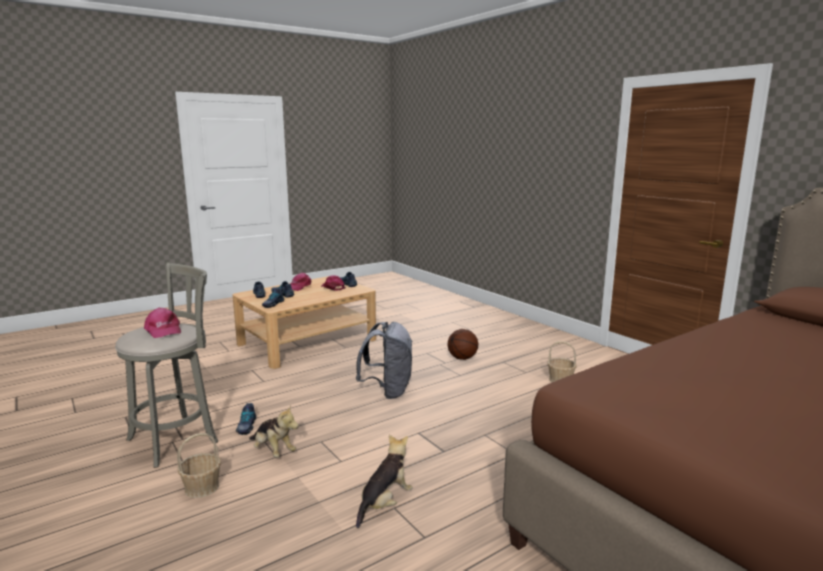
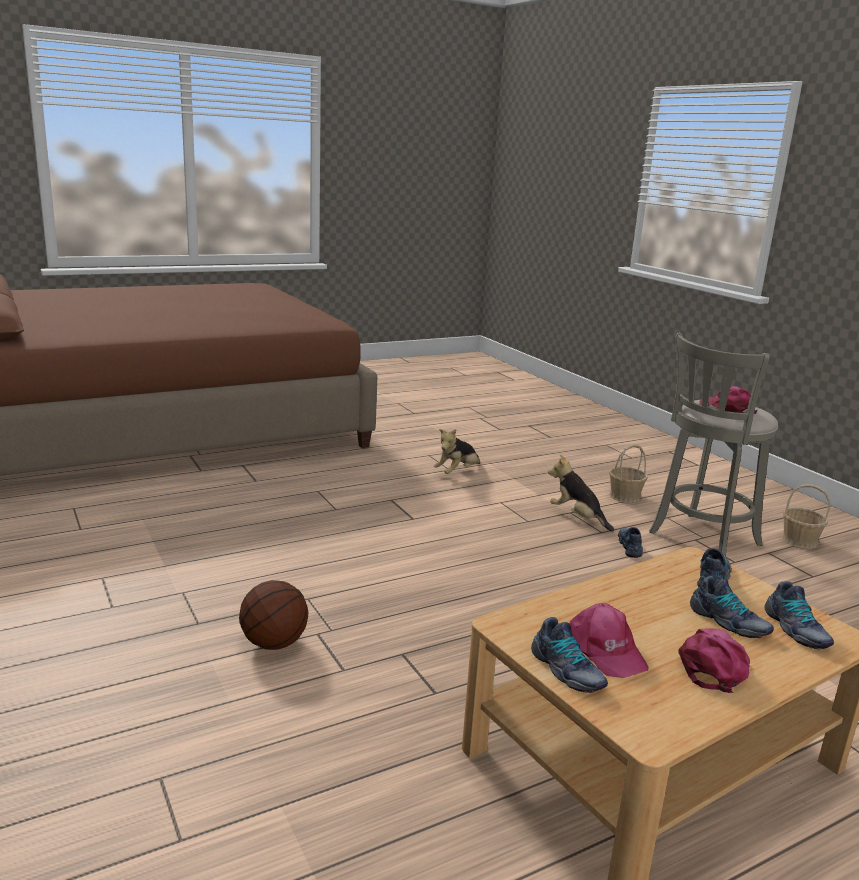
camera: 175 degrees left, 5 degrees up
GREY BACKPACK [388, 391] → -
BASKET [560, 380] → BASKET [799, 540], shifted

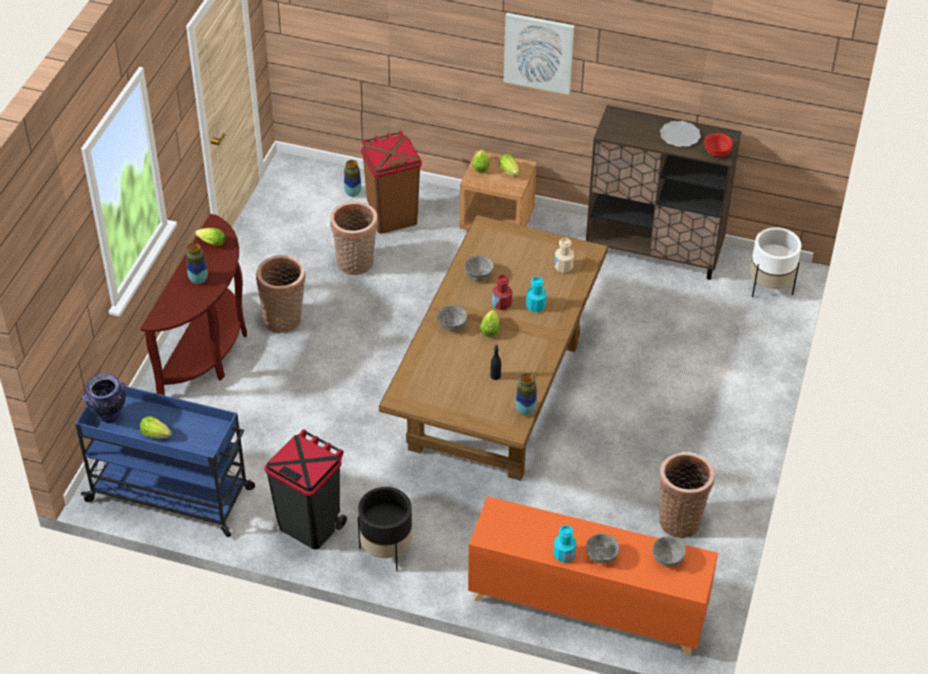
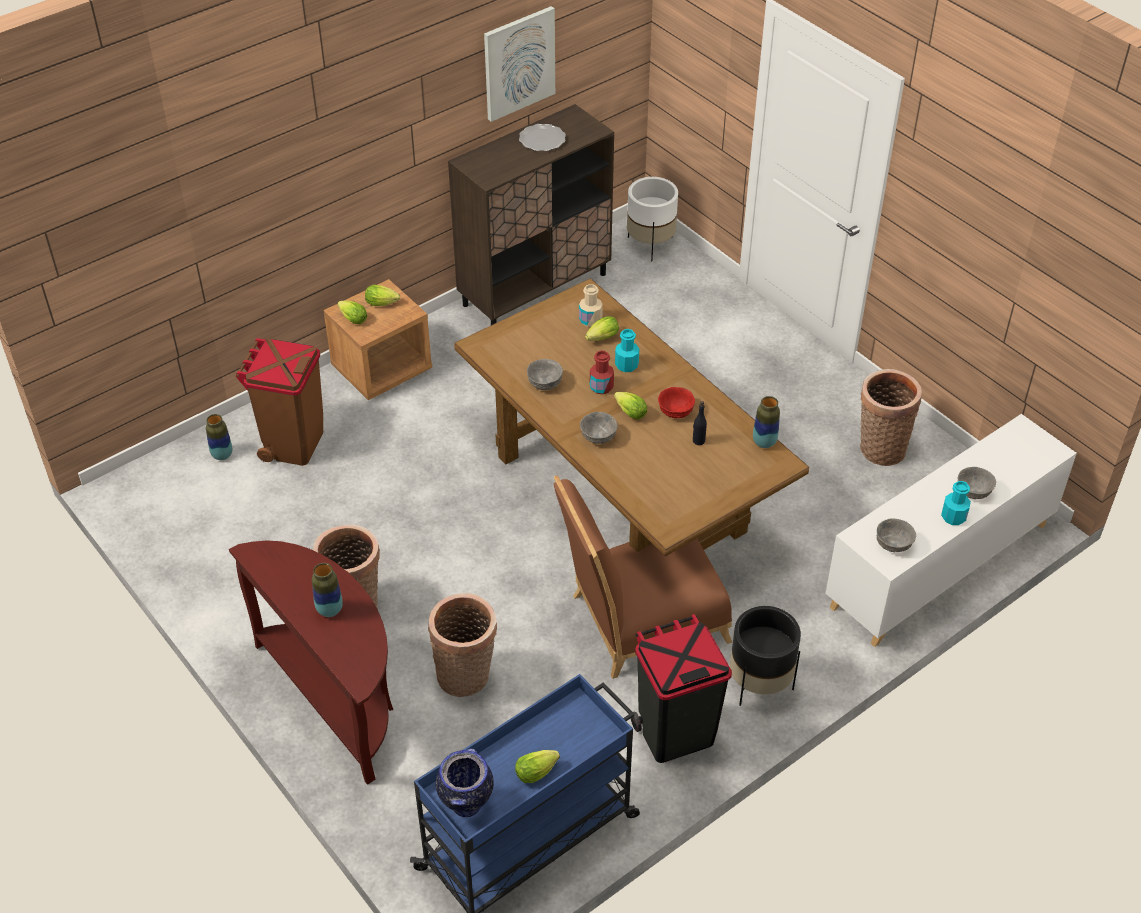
camera: 55 degrees left, 0 degrees up
LETTUCE [210, 242] → LETTUCE [601, 339], shifted
BASKET [356, 264] → BASKET [466, 676], shifted
ORANGE CABINET [586, 606] → WHITE CABINET [939, 566]
PICTURE [538, 52] → PICTURE [519, 63], shifted
GREY BOWL [667, 559] → GREY BOWL [892, 545], shifted
RED BOWL [717, 152] → RED BOWL [675, 411], shifted
- → BROWN CHAIR [640, 621]

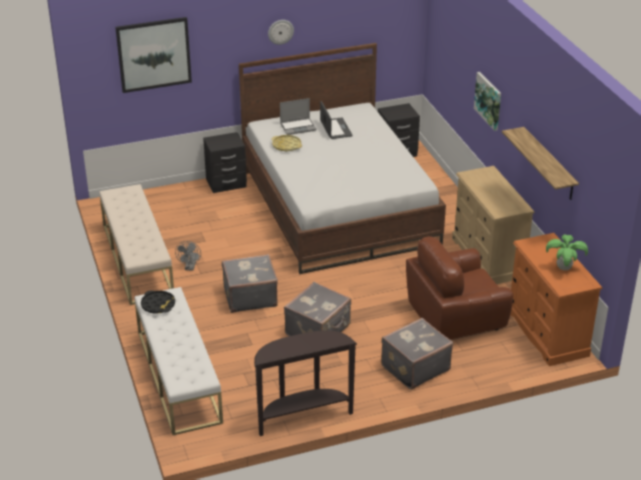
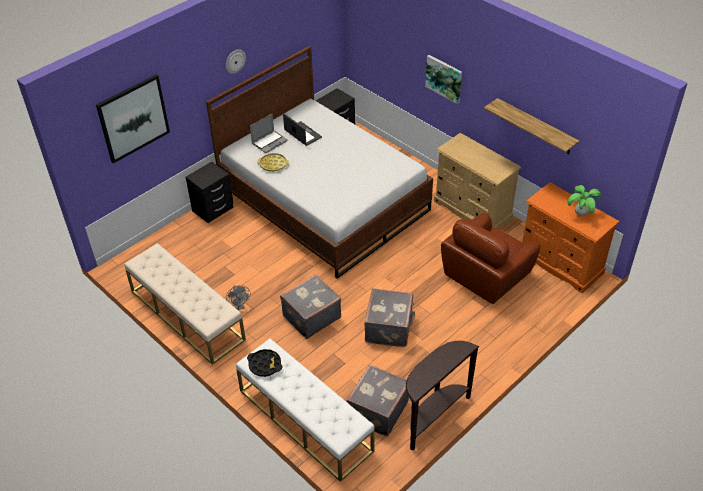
camera: 25 degrees left, 10 degrees up
GREY SUITCASE [414, 367] → GREY SUITCASE [377, 410], shifted

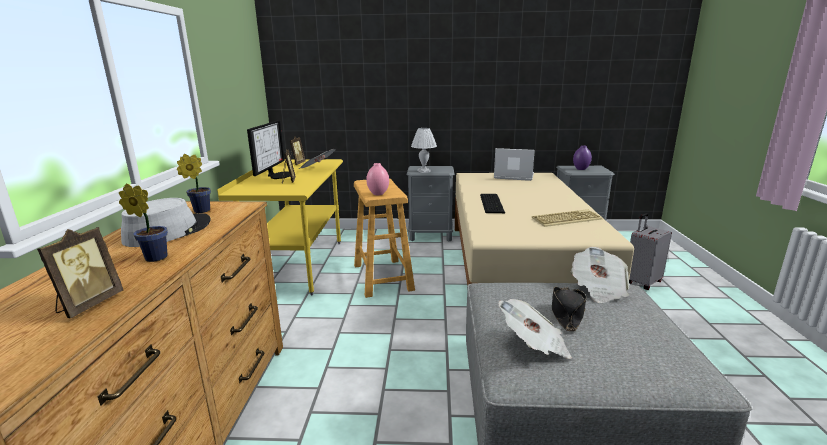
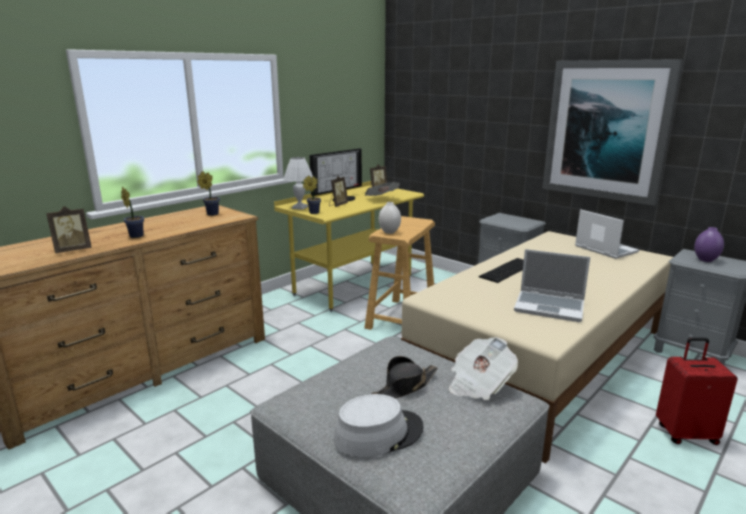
camera: 40 degrees right, 0 degrees up
GREY HAT [168, 231] → GREY HAT [378, 433], shifted
PINK VASE [378, 194] → WHITE VASE [389, 232]
WHITE TABLE LAMP [423, 171] → WHITE TABLE LAMP [299, 207], shifted
NEWSPAPER [534, 345] → -
KEYBOARD [566, 218] → LAPTOP [550, 307]
GREY SUITCASE [641, 282] → RED SUITCASE [685, 433]
- → POTTED PLANT [313, 212]
- → PICTURE [607, 130]

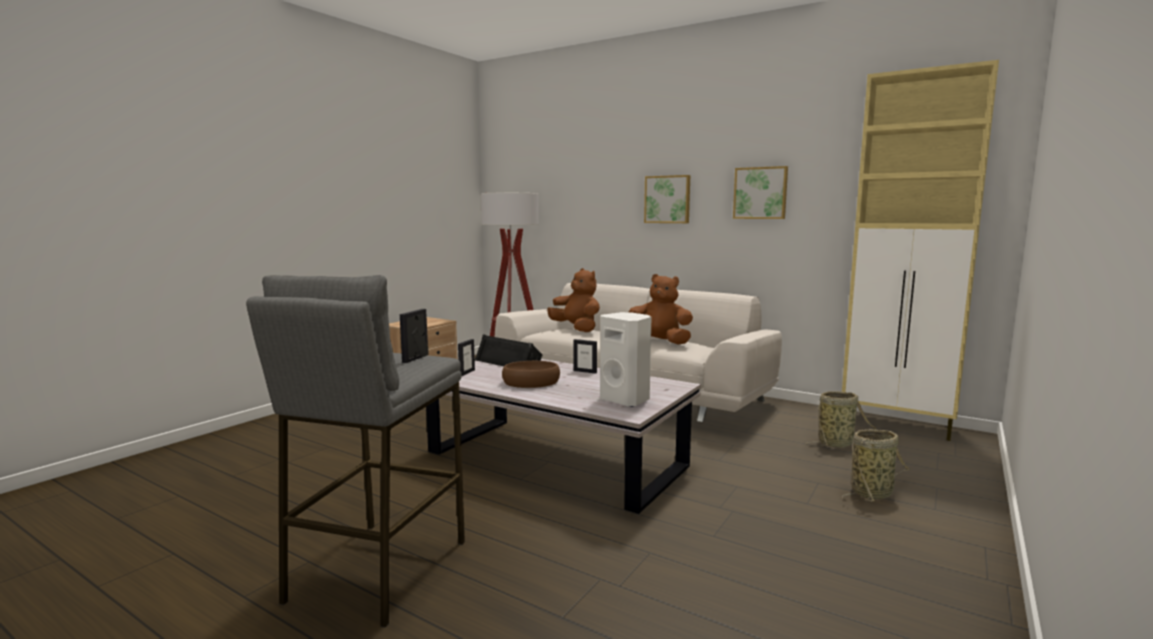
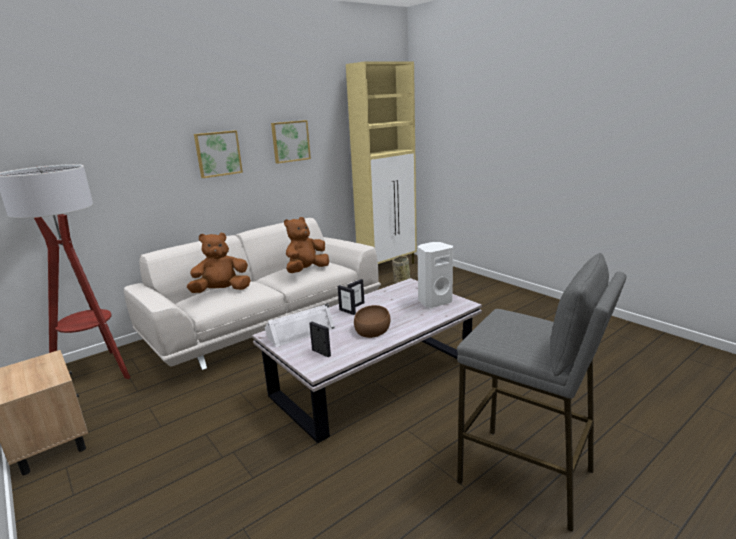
camera: 70 degrees left, 10 degrees up
PICTURE FRAME [415, 358] → PICTURE FRAME [347, 312], shifted
BLACK SPEAKER [508, 362] → WHITE SPEAKER [300, 332]
BASKET [873, 493] → -

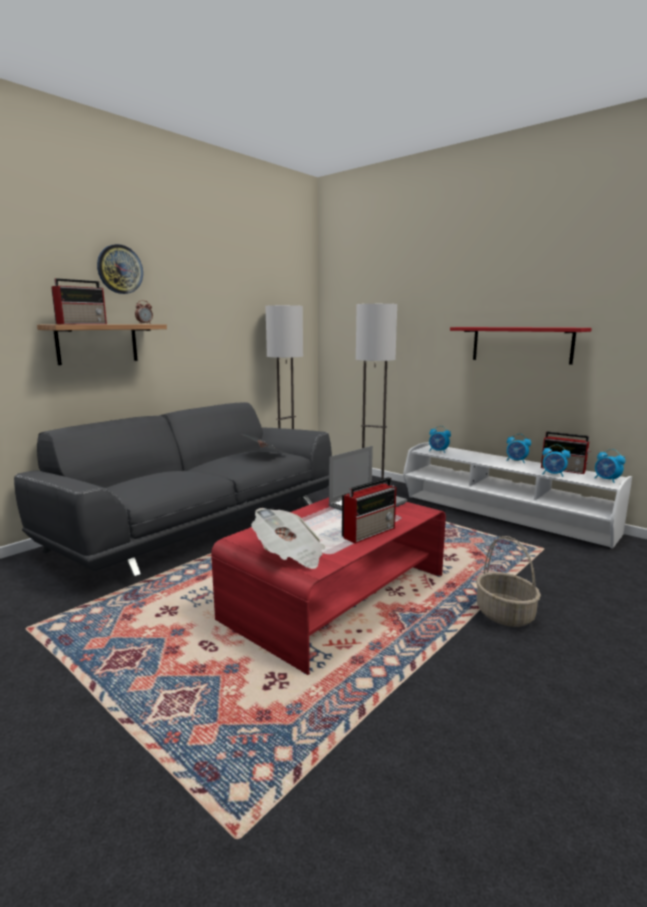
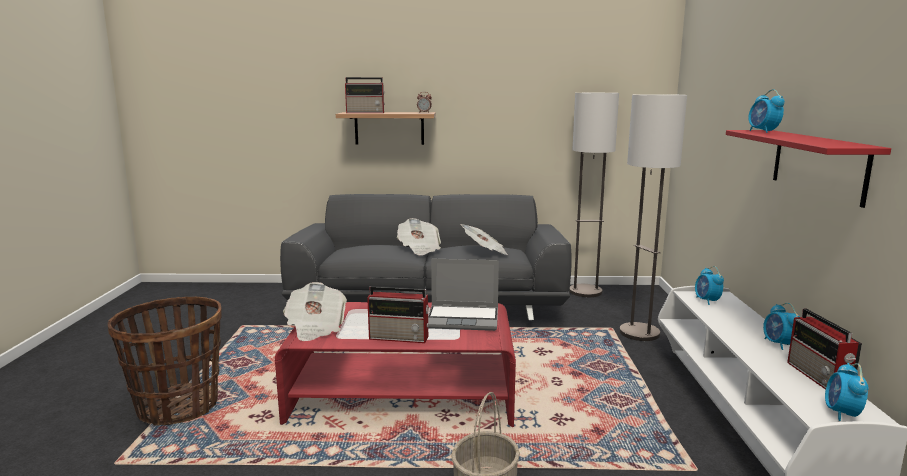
camera: 50 degrees right, 0 degrees up
WALL CLOCK [119, 269] → -
ALARM CLOCK [553, 474] → ALARM CLOCK [763, 131], shifted
- → BASKET [177, 406]
- → NEWSPAPER [419, 249]

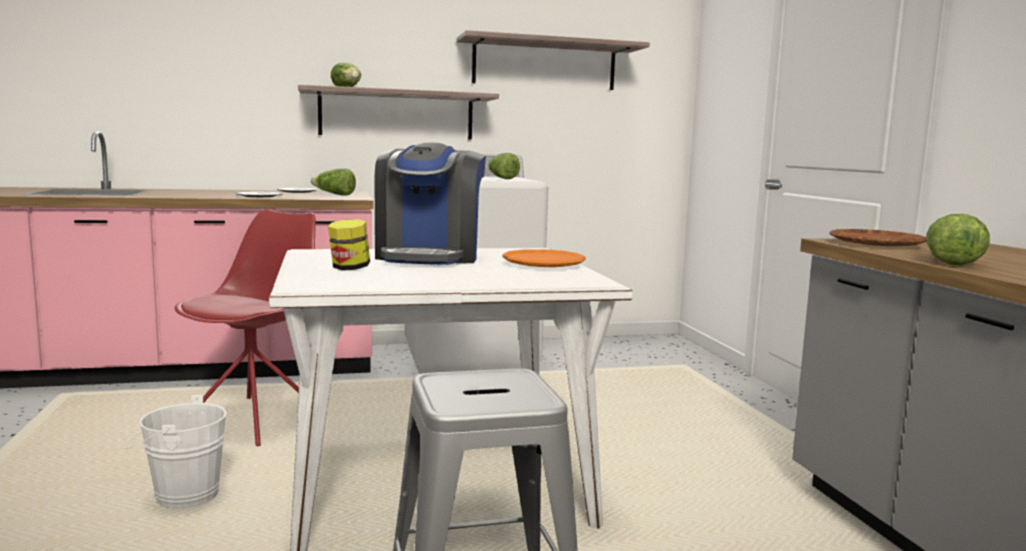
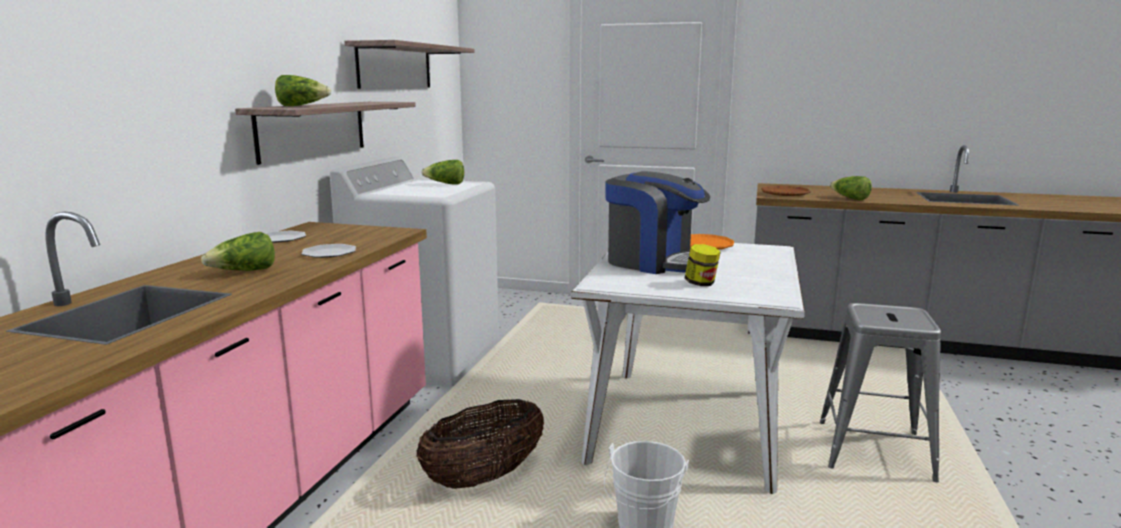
camera: 60 degrees left, 5 degrees up
RED CHAIR [255, 420] → BASKET [484, 477]
LETTUCE [334, 195] → LETTUCE [244, 272], shifted

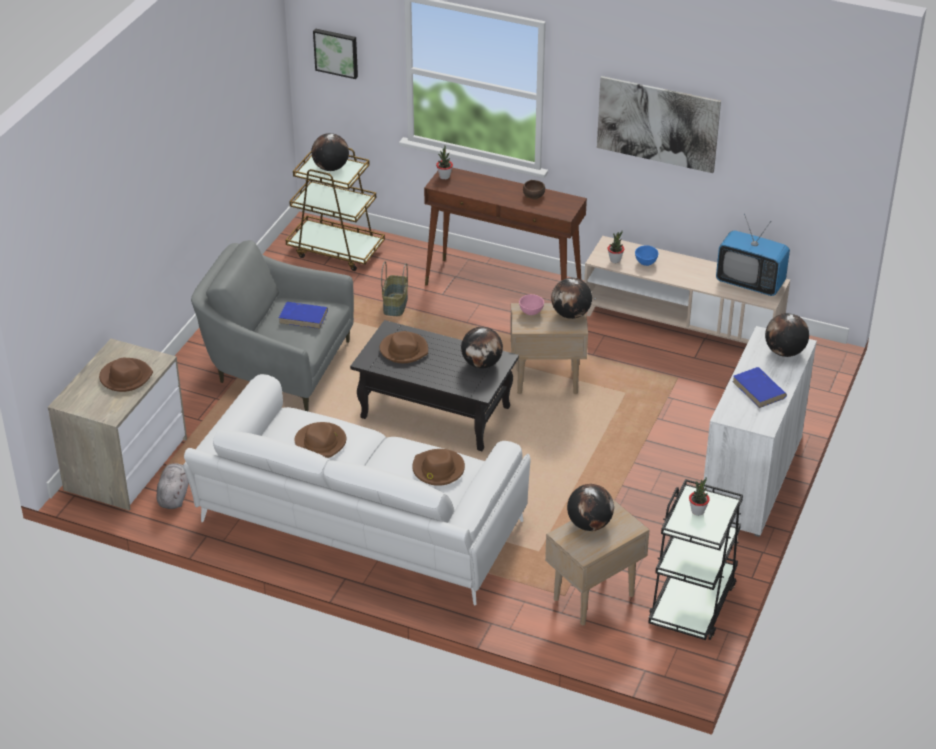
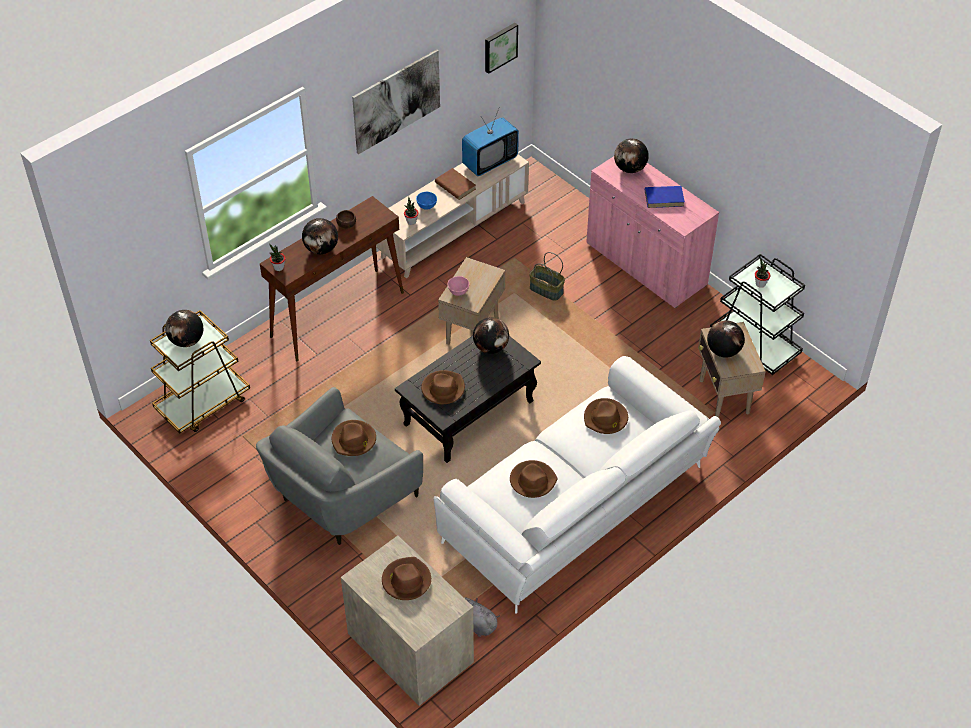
camera: 65 degrees left, 10 degrees up
BLUE BOOK [304, 317] → BROWN HAT [354, 440]
PICTURE [336, 52] → PICTURE [499, 47], shifted
BASKET [395, 304] → BASKET [546, 290], shifted
GLOBE [571, 314] → GLOBE [321, 249], shifted
WHITE CABINET [751, 478] → PINK CABINET [646, 265]
- → BROWN BOOK [455, 186]

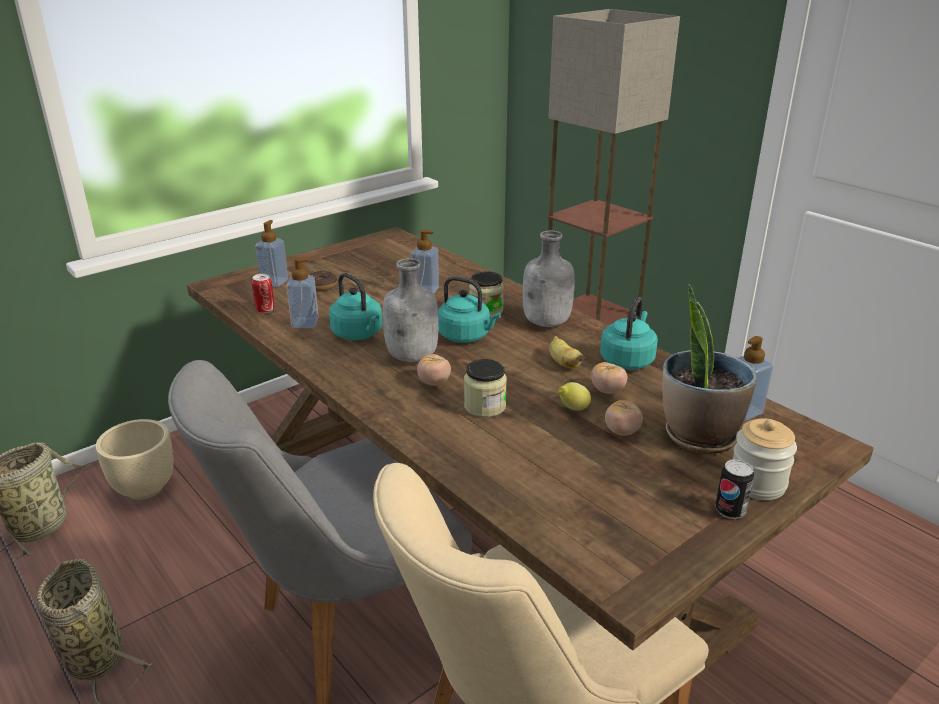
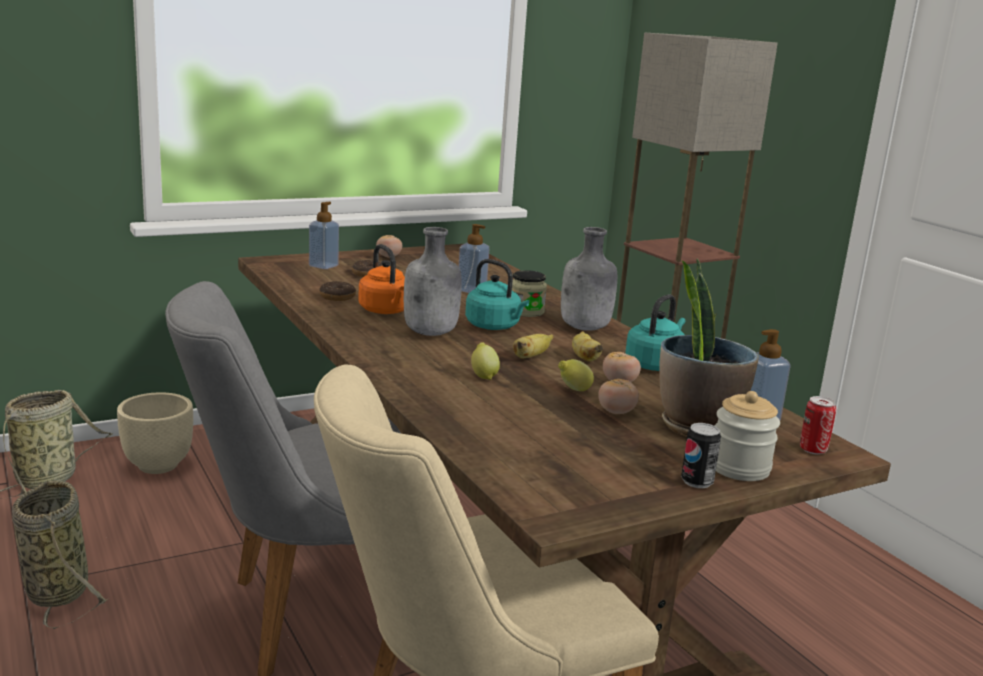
camera: 10 degrees right, 10 degrees down
CAN [265, 310] → CAN [813, 450], shifted
SOAP DISPENSER [305, 323] → DONUT [337, 297]
TURQUOISE KETTLE [359, 334] → ORANGE KETTLE [386, 311]
TOMATO [434, 382] → TOMATO [388, 257], shifted
JAR [485, 406] → LEMON [483, 376]
- → BANANA [530, 357]

